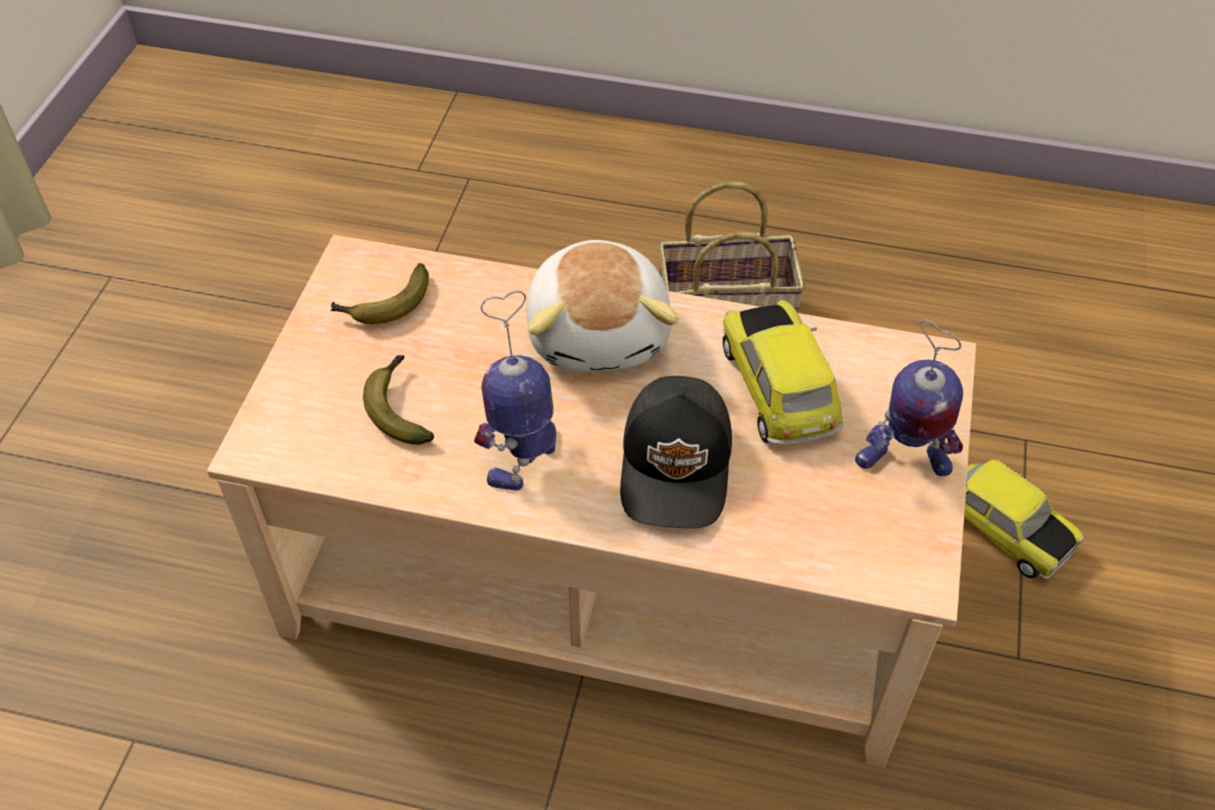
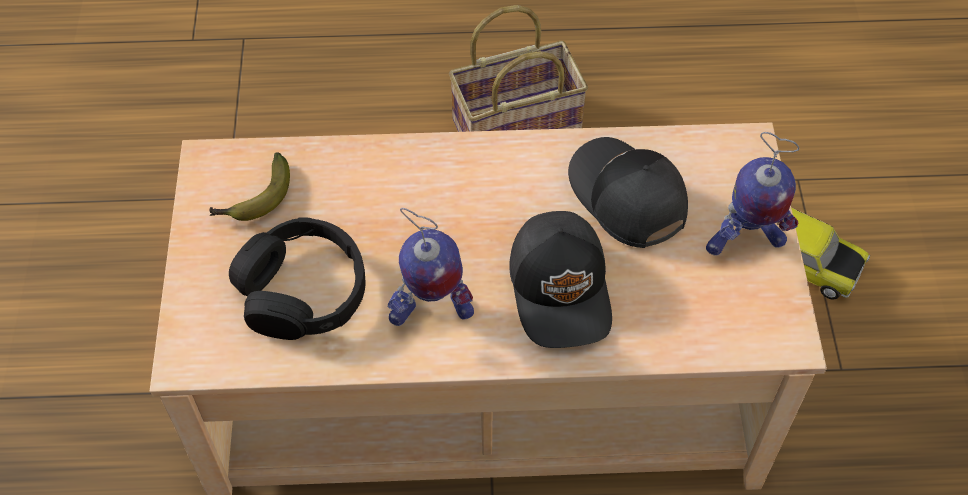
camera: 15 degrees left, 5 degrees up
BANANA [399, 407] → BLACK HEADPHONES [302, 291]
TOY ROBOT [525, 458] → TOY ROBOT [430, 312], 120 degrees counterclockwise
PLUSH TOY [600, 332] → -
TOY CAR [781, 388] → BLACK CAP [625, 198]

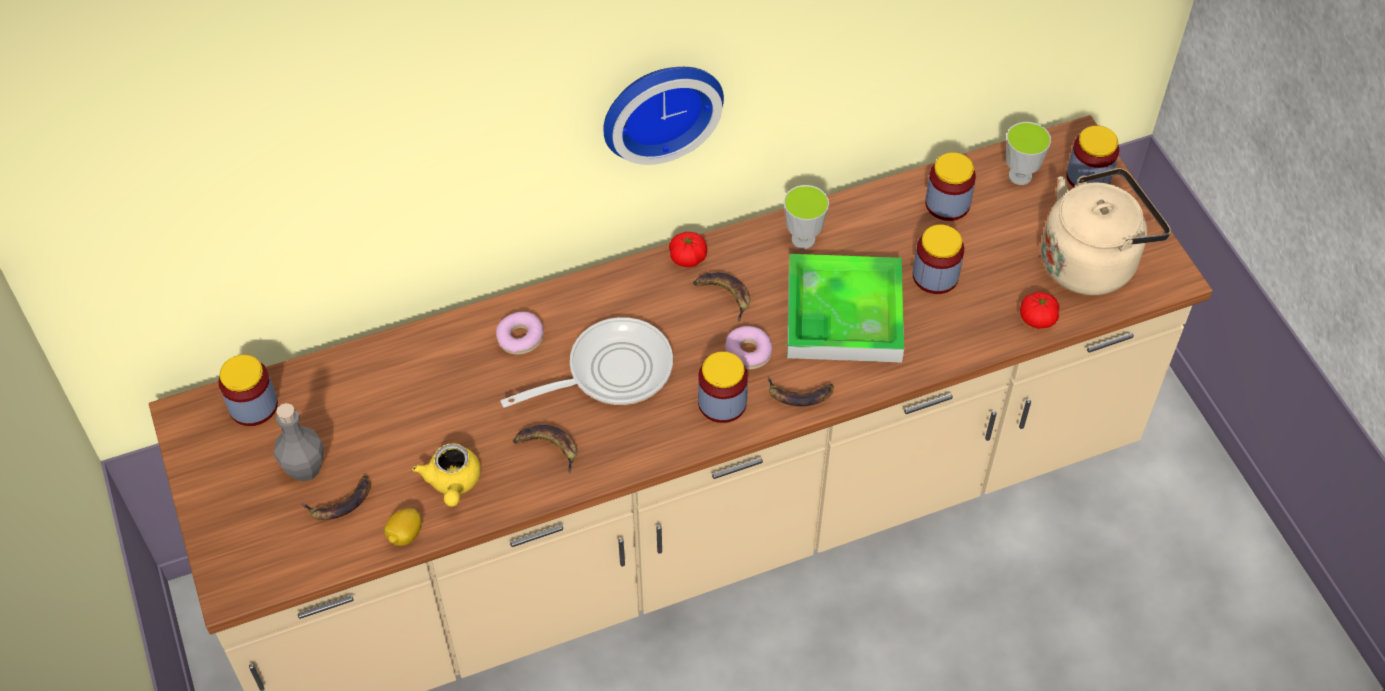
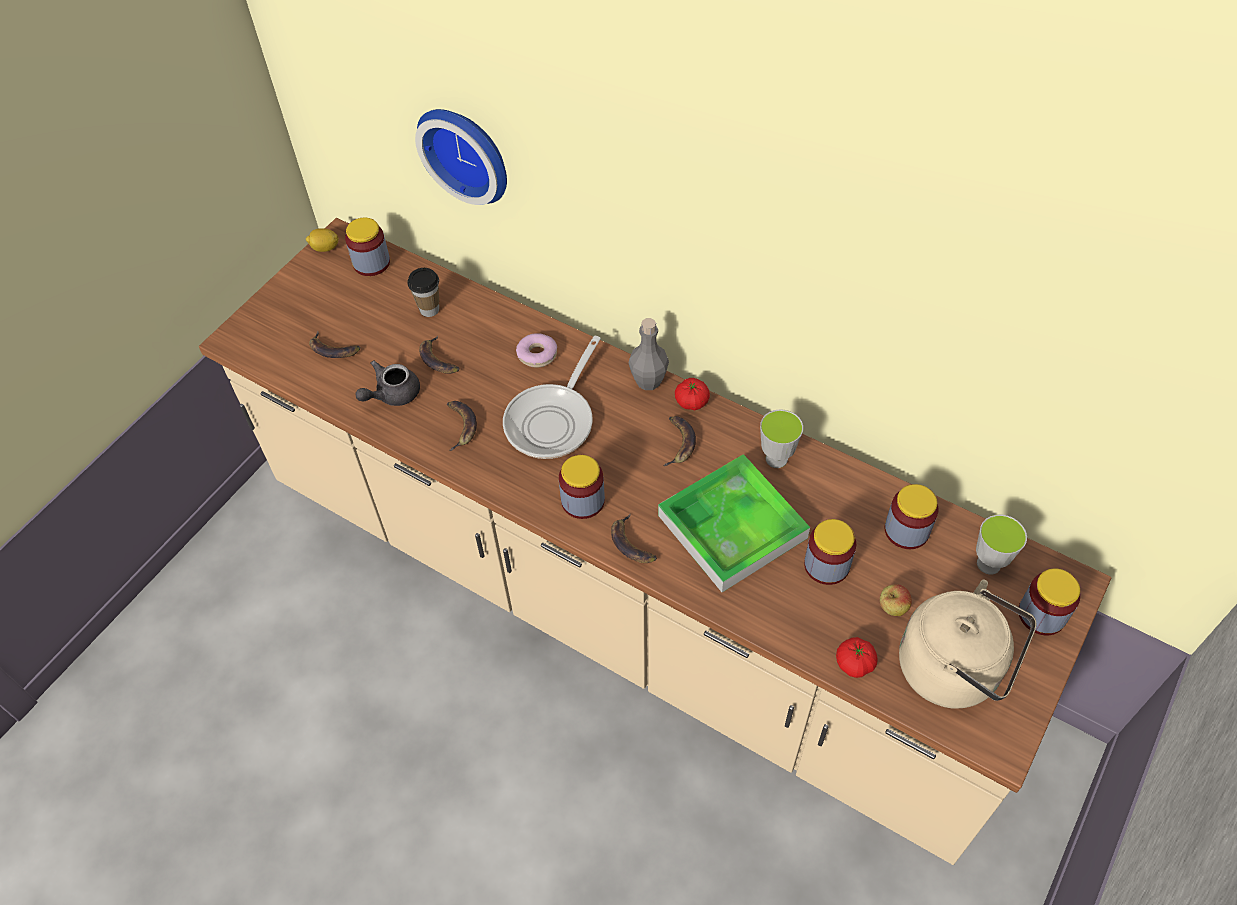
camera: 55 degrees right, 0 degrees up
GREY BOTTLE [305, 468] → GREY BOTTLE [648, 381], shifted
LEMON [405, 535] → LEMON [325, 248], shifted
YELLOW TEAPOT [453, 483] → GREY TEAPOT [392, 394]
FRYING PAN [611, 371] → FRYING PAN [553, 420], 90 degrees clockwise
WALL CLOCK [659, 106] → WALL CLOCK [467, 151], shifted
DONUT [748, 352] → -
- → CUP [429, 309]
- → BANANA [439, 359]
- → APPLE [892, 608]

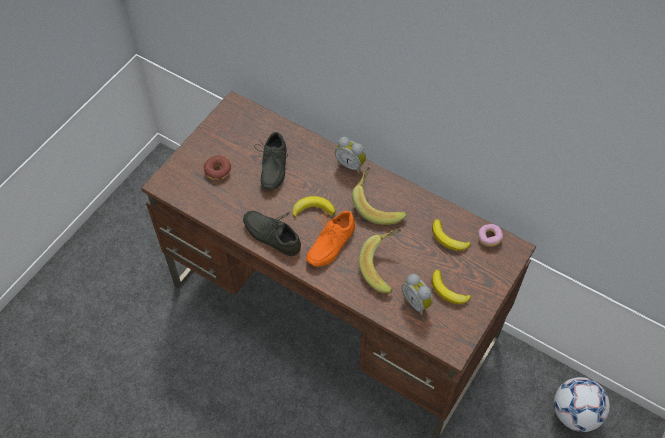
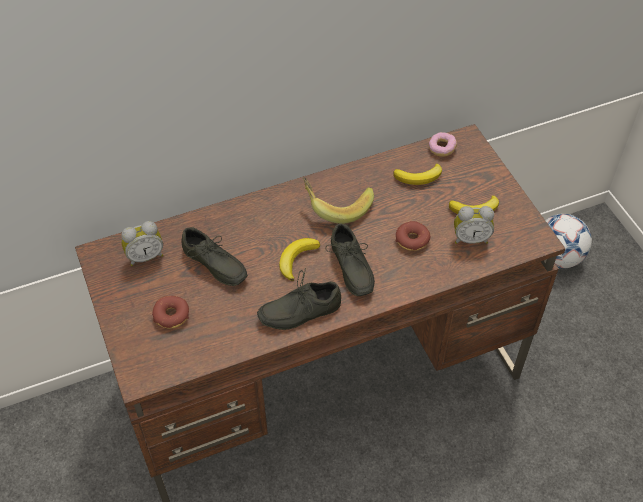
camera: 55 degrees left, 5 degrees down
ORANGE SHOE [329, 243] → GREY SHOE [349, 269]
ALARM CLOCK [351, 164] → ALARM CLOCK [145, 256], shifted
BANANA [385, 266] → DONUT [412, 240]

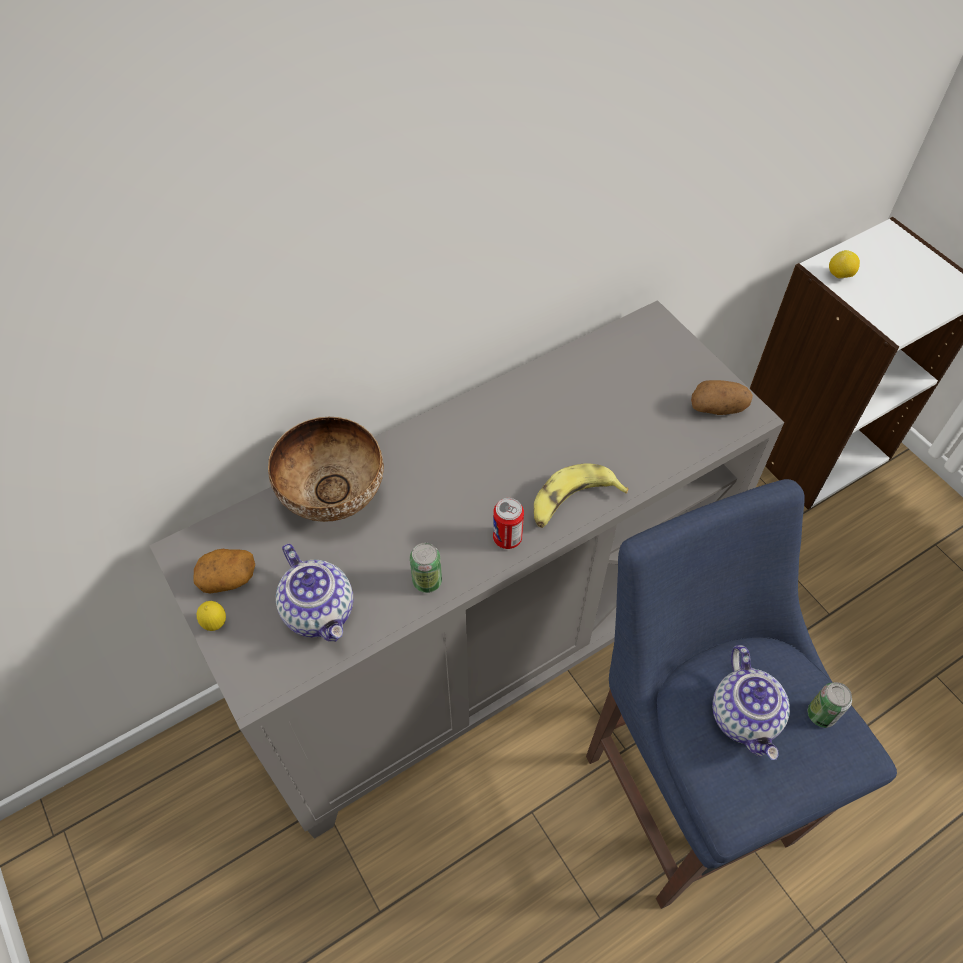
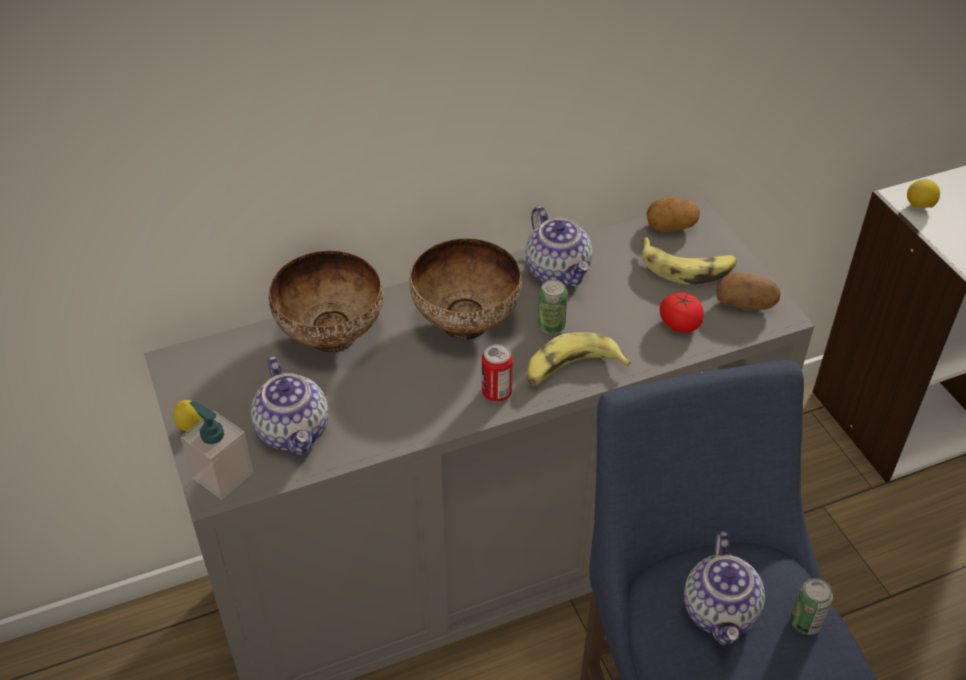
camera: 10 degrees right, 10 degrees down
POTATO [228, 577] → POTATO [671, 225], shifted
CAN [427, 581] → CAN [551, 326], shifted
- → SOAP DISPENSER [222, 475]
- → BOWL [467, 324]
- → TEAPOT [558, 272]
- → BANANA [687, 268]
- → TOMATO [680, 323]

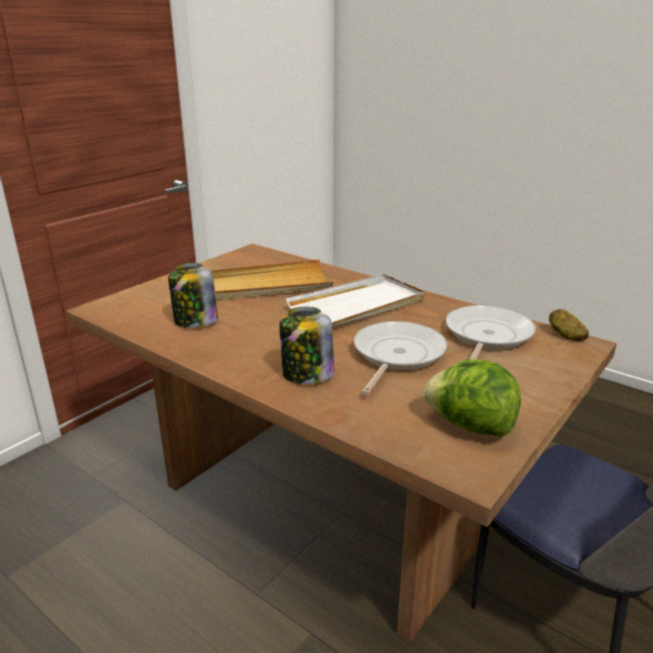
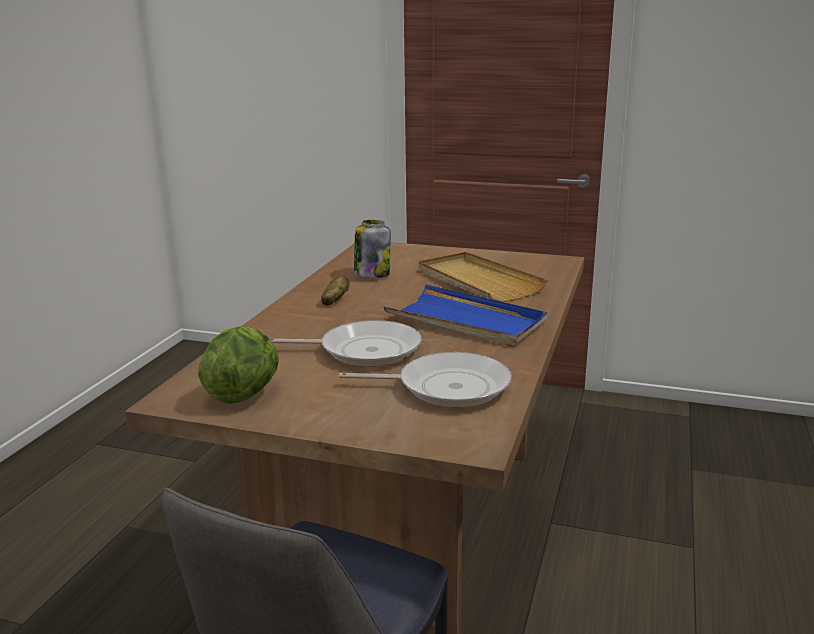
camera: 70 degrees right, 5 degrees down
JAR [307, 375] → -
WHITE TRAY [358, 306] → BLUE TRAY [466, 321]
POTATO [565, 336] → POTATO [334, 301], shifted

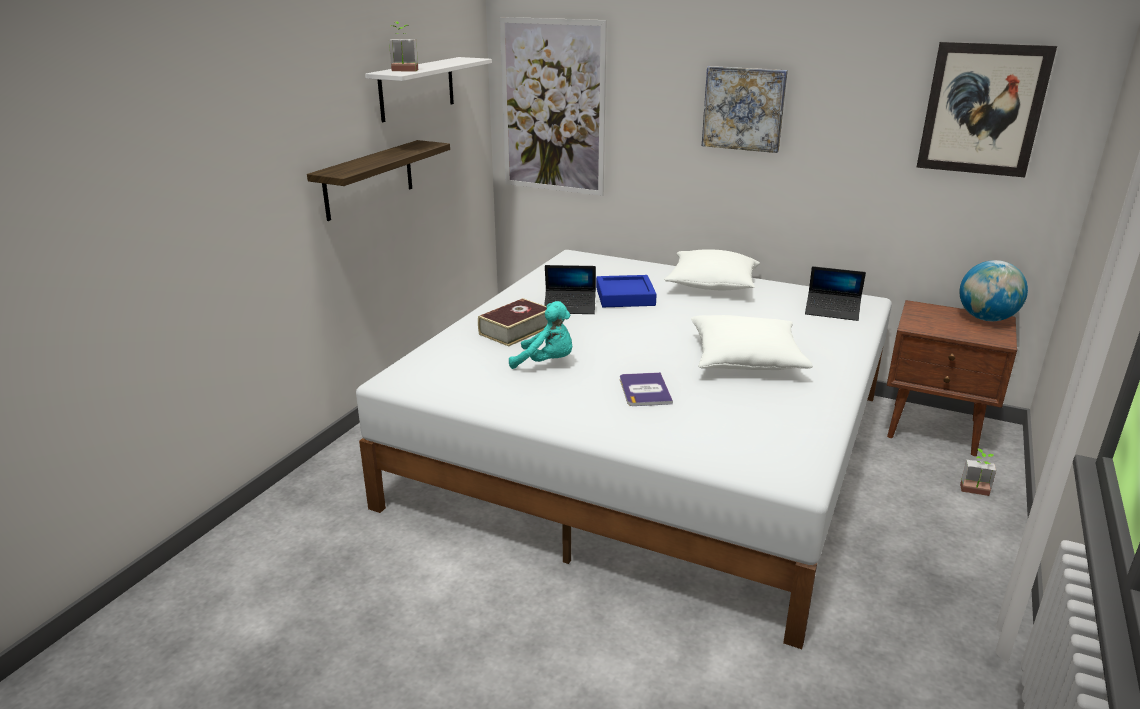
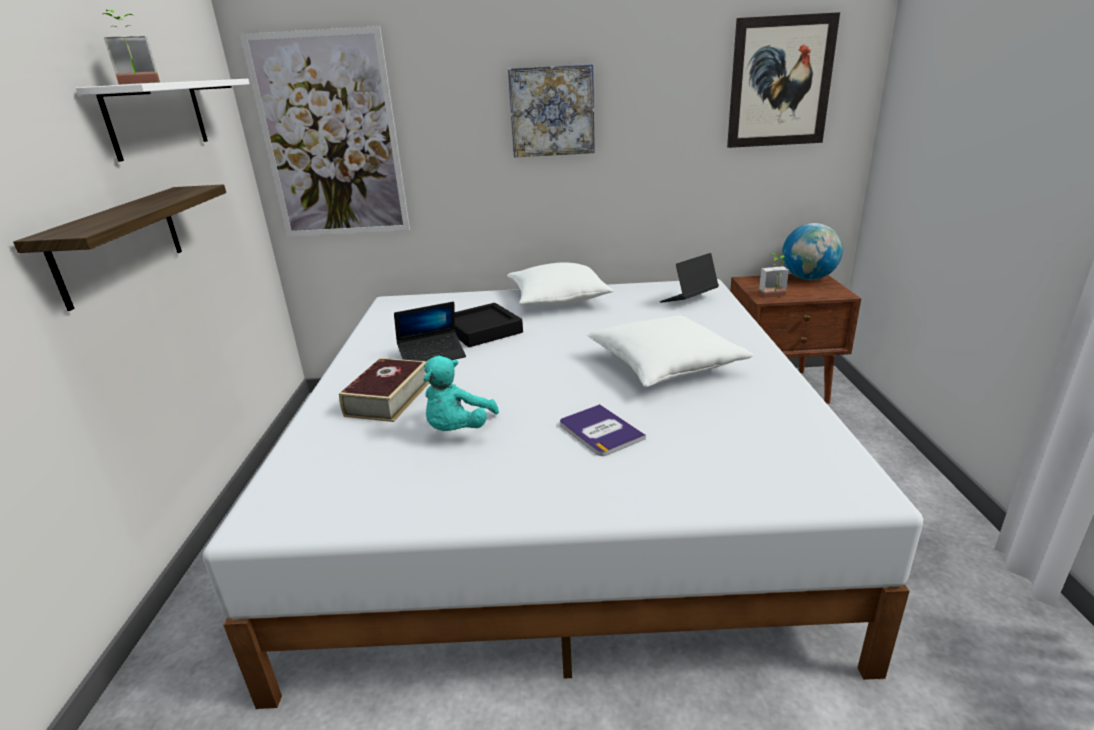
camera: 25 degrees left, 0 degrees up
TURQUOISE PLUSH TOY [546, 363] → TURQUOISE PLUSH TOY [458, 430], 120 degrees clockwise
BLUE TRAY [625, 296] → BLACK TRAY [483, 330]
LAPTOP [832, 311] → LAPTOP [688, 300], 150 degrees clockwise
POTTED PLANT [975, 493] → POTTED PLANT [774, 297], shifted

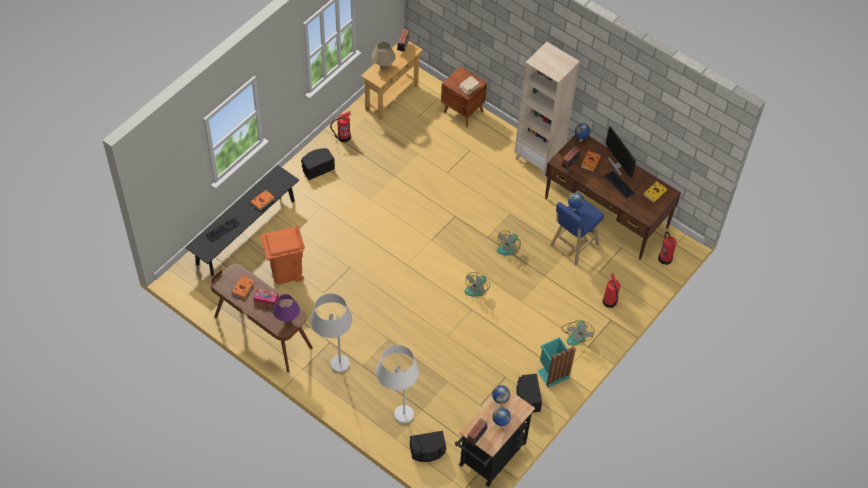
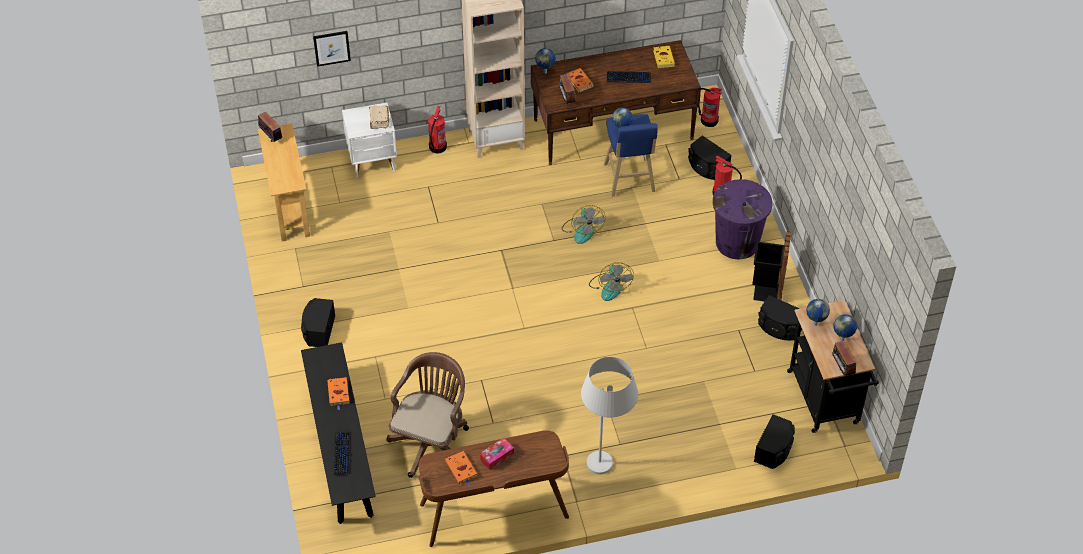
camera: 50 degrees left, 5 degrees down
ORANGE TRASH CAN [286, 271] → BROWN OFFICE CHAIR [431, 441]
PURPLE TABLE LAMP [287, 318] → -
FIRE EXTINGUISHER [343, 137] → FIRE EXTINGUISHER [437, 147], shifted
BEIGE TABLE LAMP [383, 67] → -
WHITE FLOOR LAMP [396, 422] → -
BROWN NIGHTSTAND [463, 112] → WHITE NIGHTSTAND [373, 162]
TURQUOISE TRASH CAN [552, 373] → BLACK TRASH CAN [766, 289]
FAN [576, 334] → PURPLE TRASH CAN [737, 242]
MONITOR [618, 165] → -
- → PICTURE [331, 48]
- → BLACK SPEAKER [707, 167]

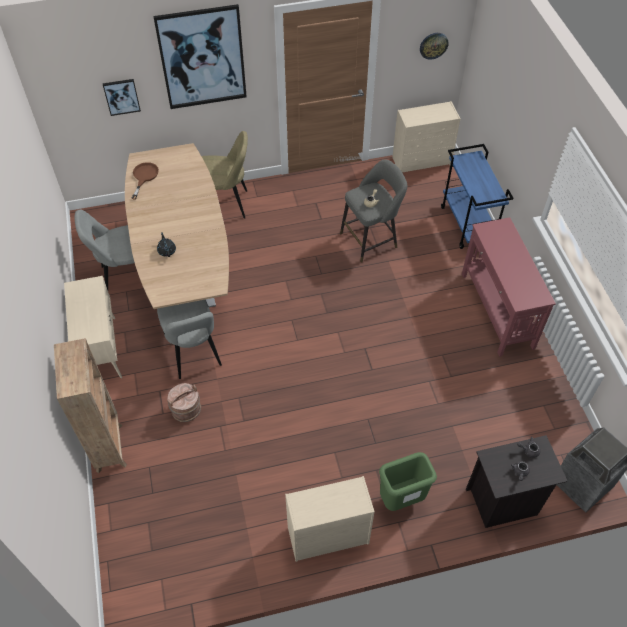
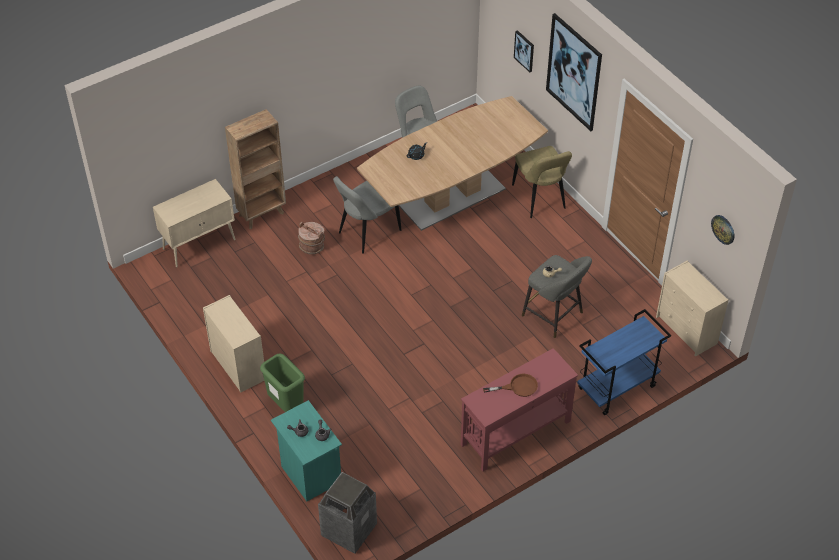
camera: 70 degrees right, 5 degrees down
BEIGE CABINET [101, 349] → BEIGE CABINET [200, 244], shifted
BROWN FRYING PAN [144, 177] → BROWN FRYING PAN [518, 387], shifted
BLACK NIGHTSTAND [503, 502] → TURQUOISE NIGHTSTAND [309, 474]

